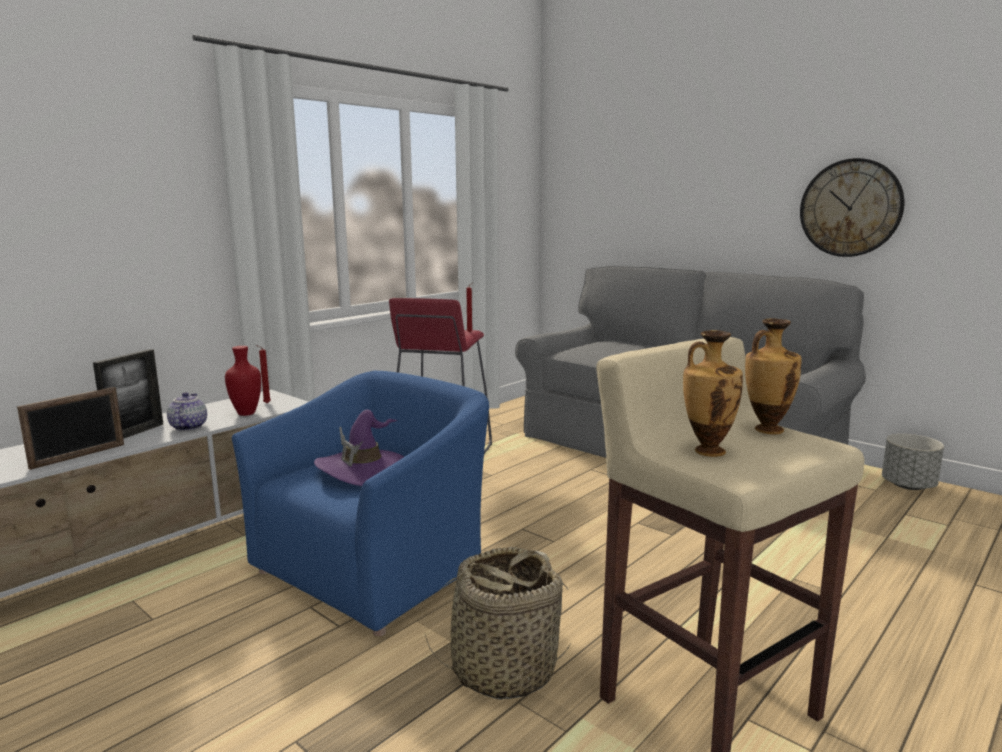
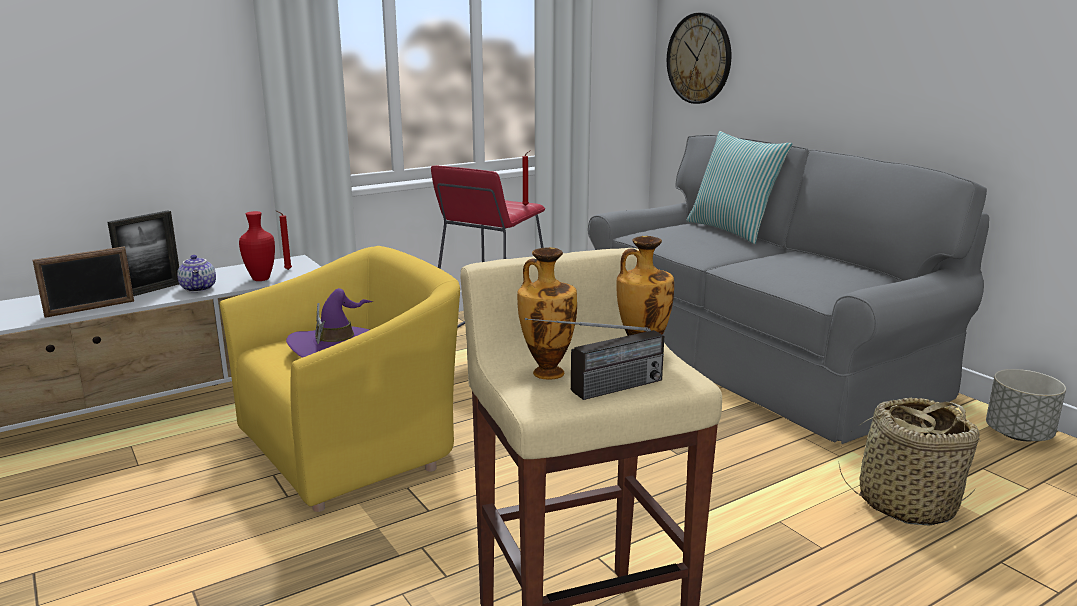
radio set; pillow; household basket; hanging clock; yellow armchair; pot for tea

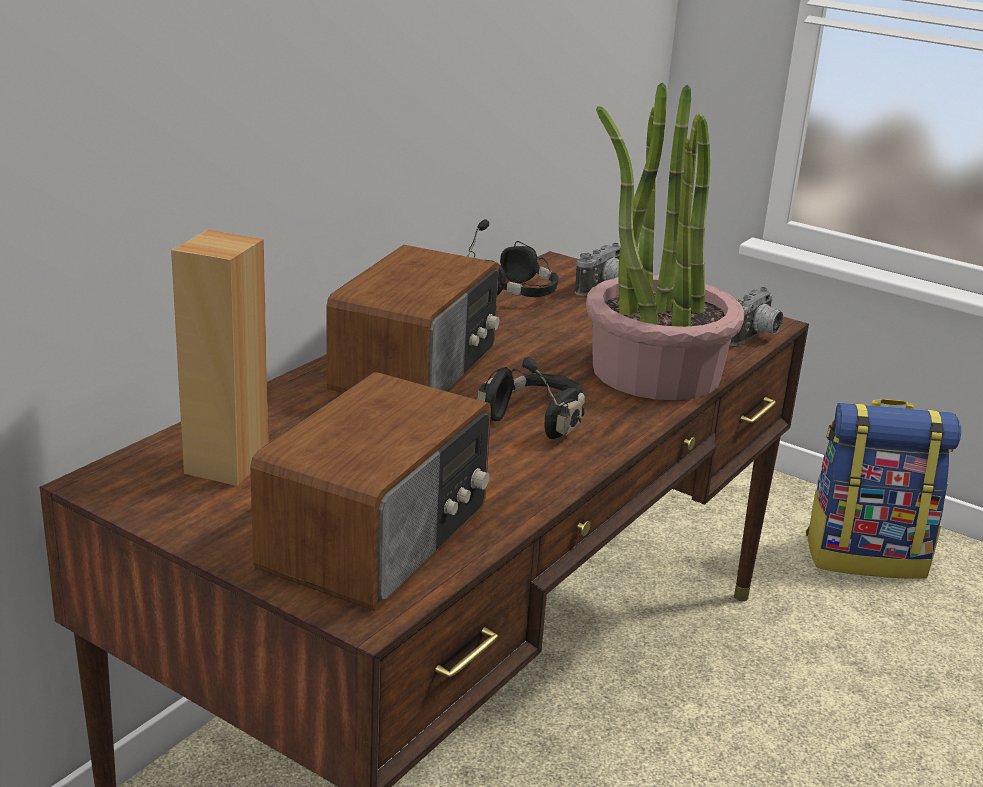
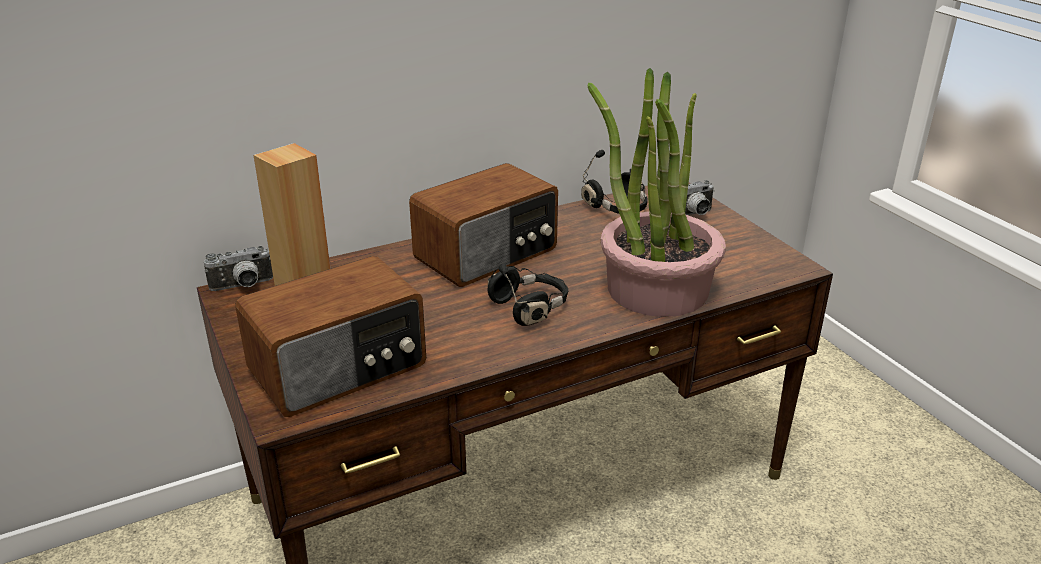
backpack; still camera (1st from left)

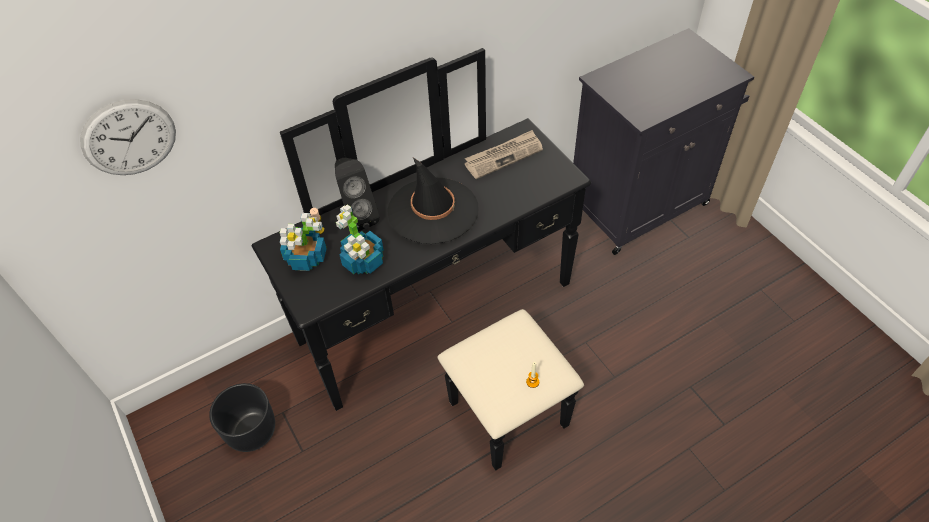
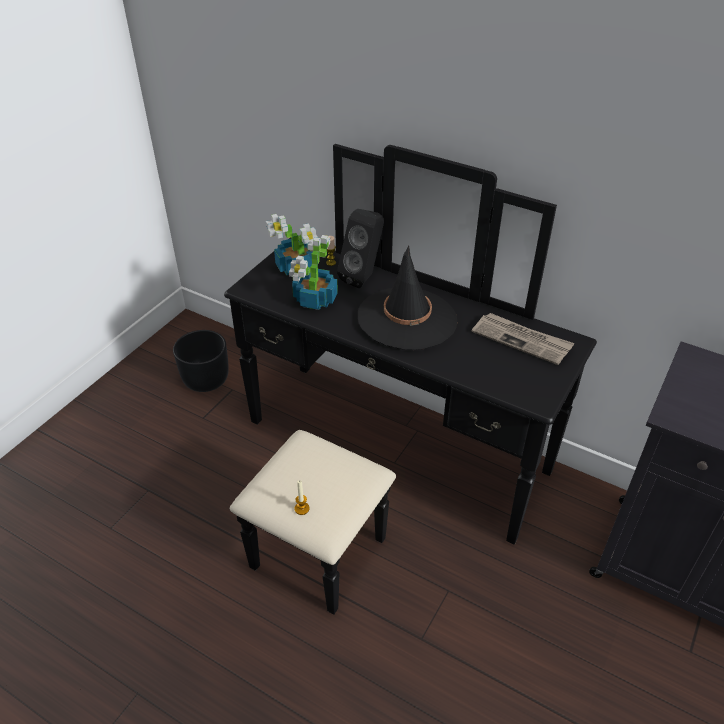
hanging clock

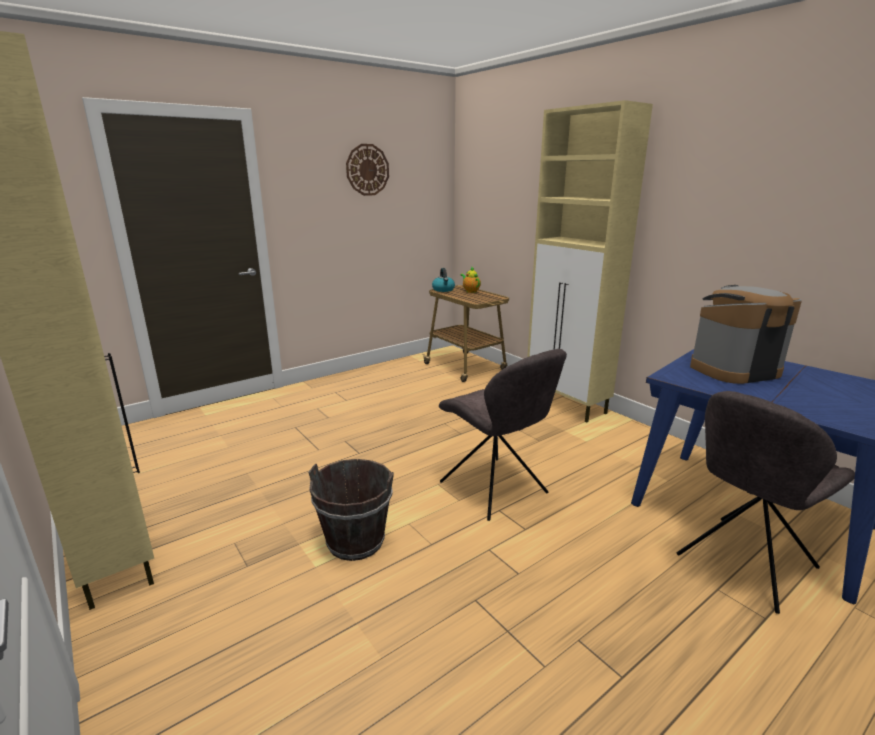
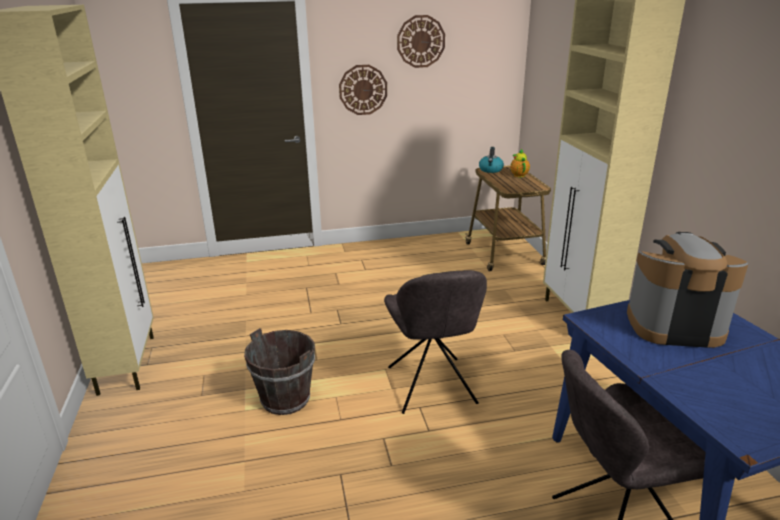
hanging clock (1st from left)

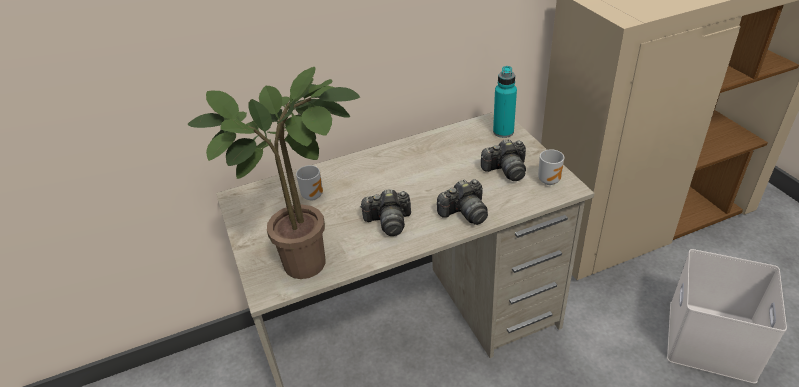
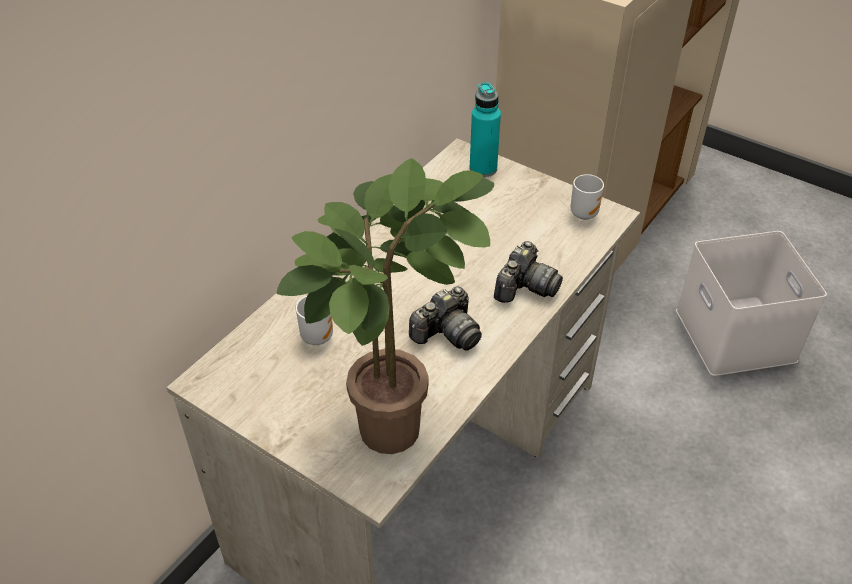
still camera (3rd from left in the first image)

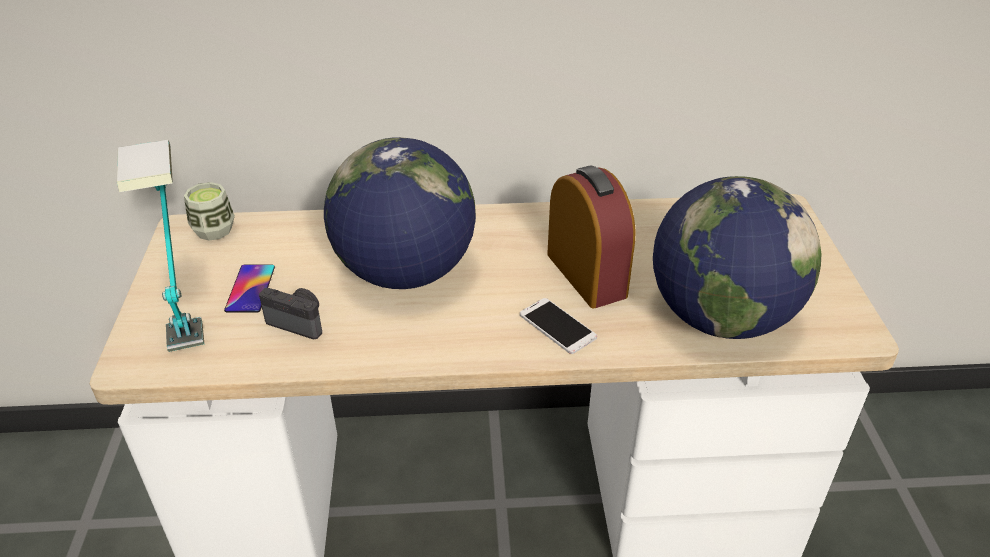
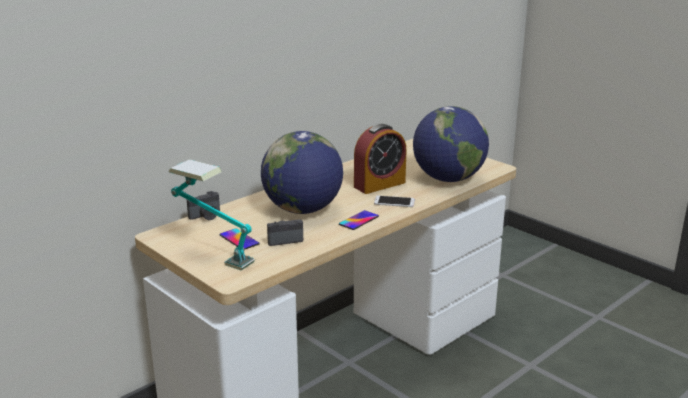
drinking cup; still camera (1st from left); telephone (2nd from left); table clock

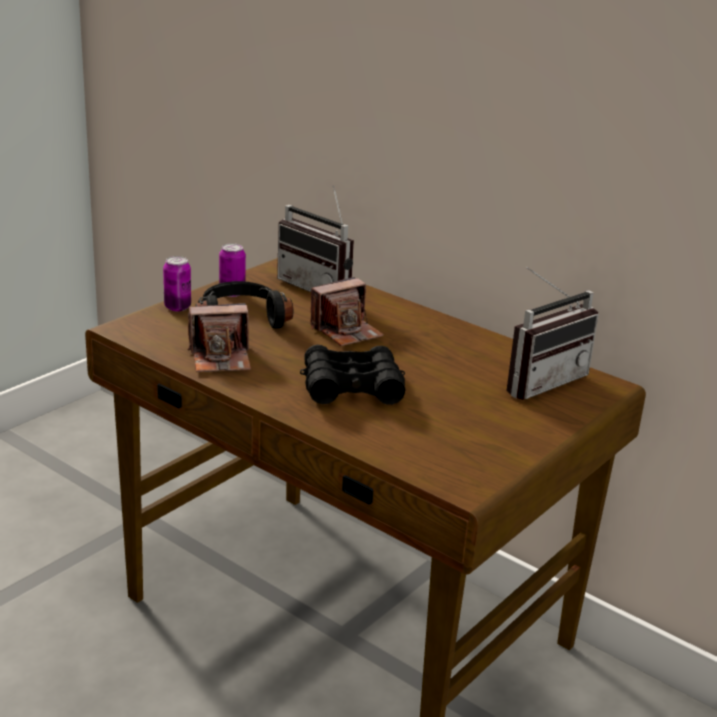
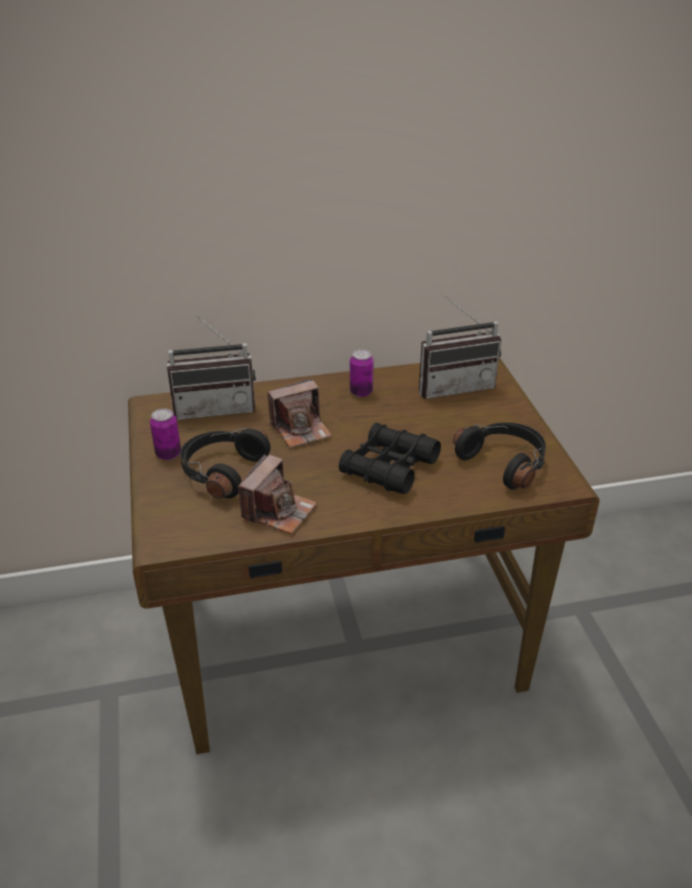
black-coloured pair of headphones (2nd from left); sealed can (2nd from left); still camera (2nd from left); radio set (2nd from left)

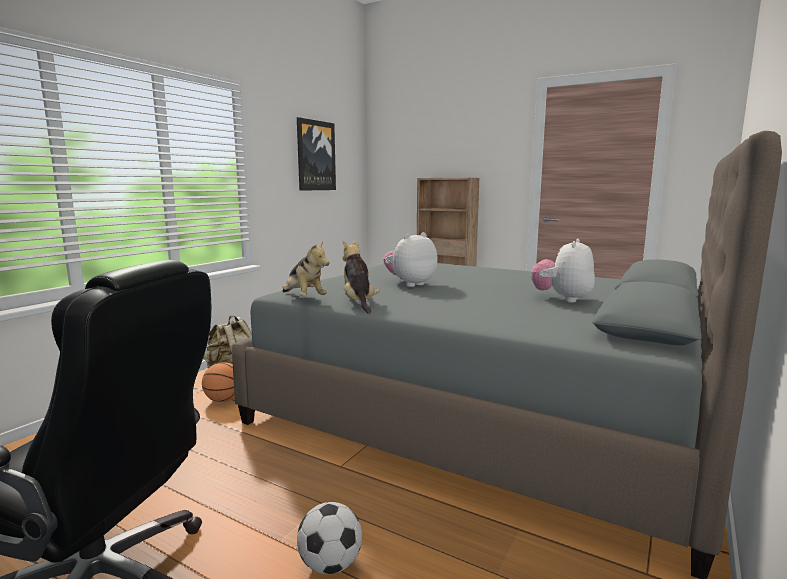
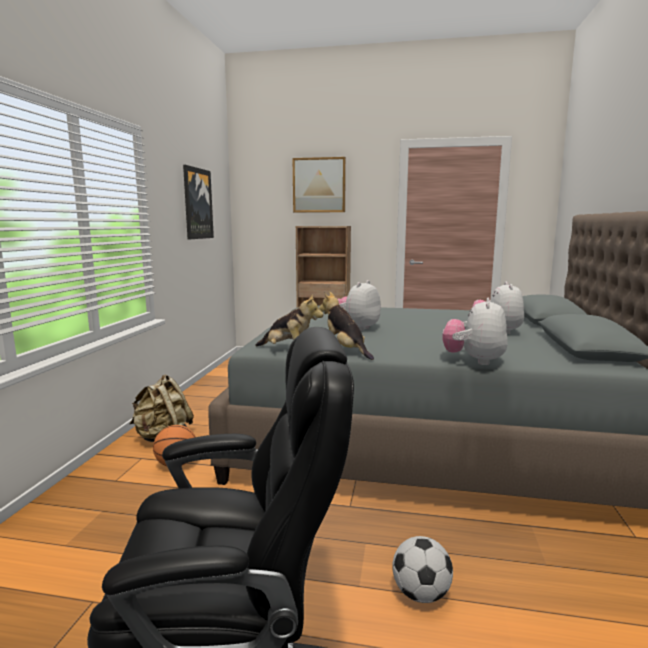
wall picture (2nd from left); cuddly toy (4th from left)

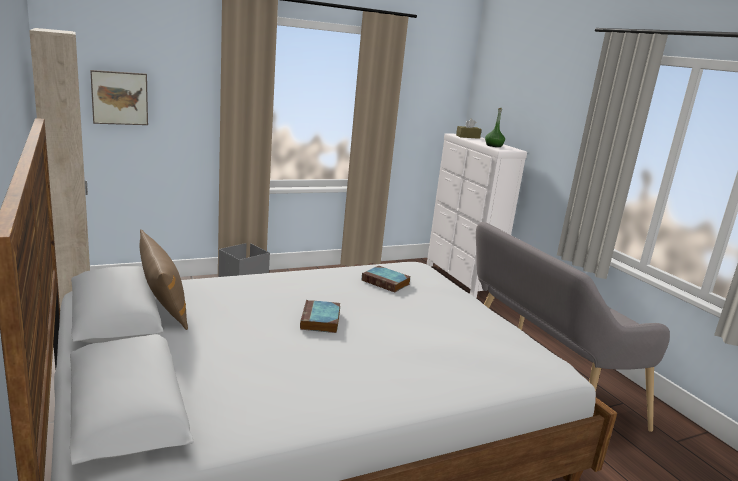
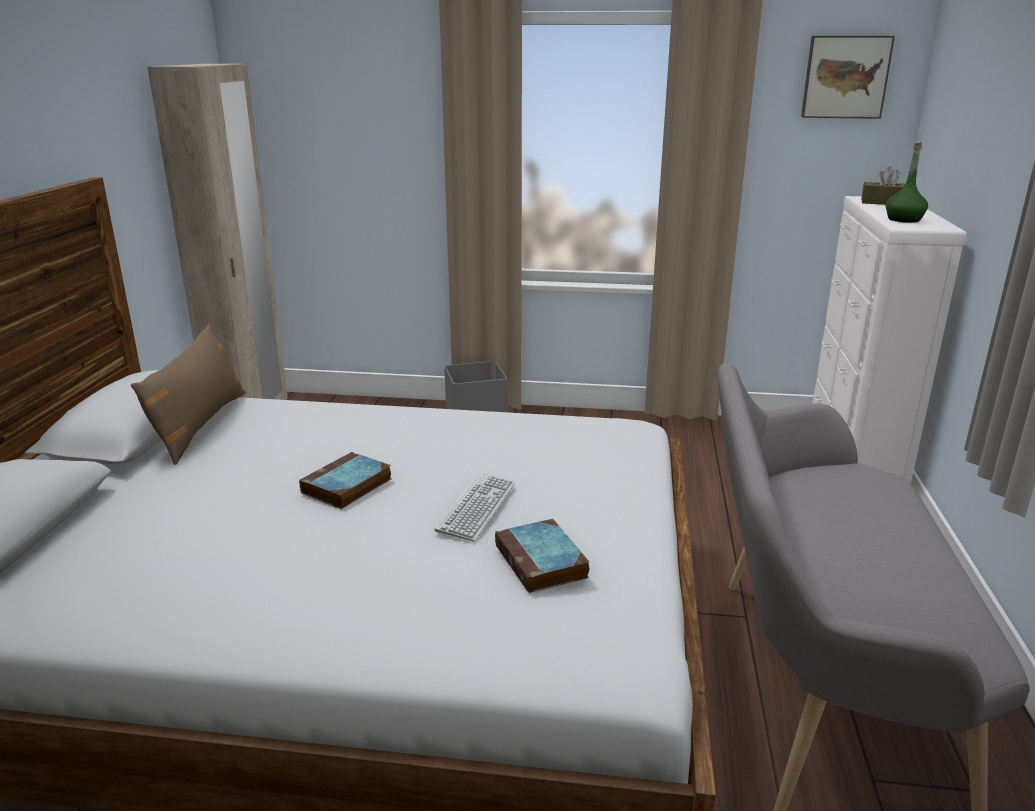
computer keyboard; wall picture; volume (2nd from left)

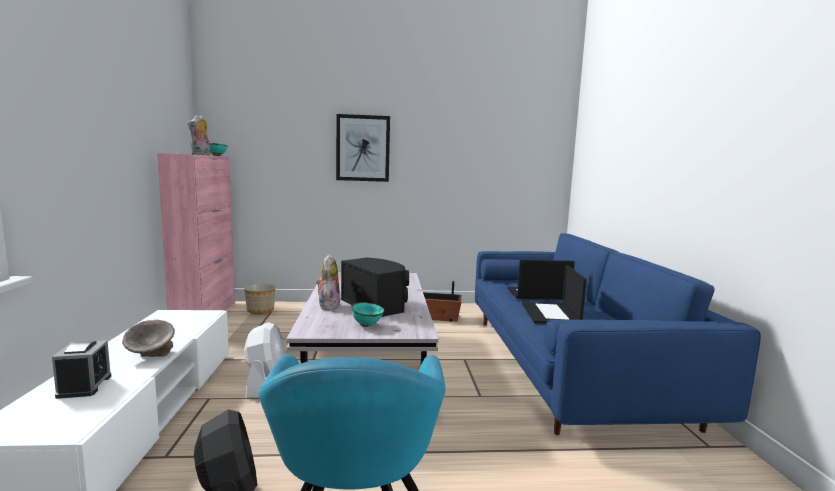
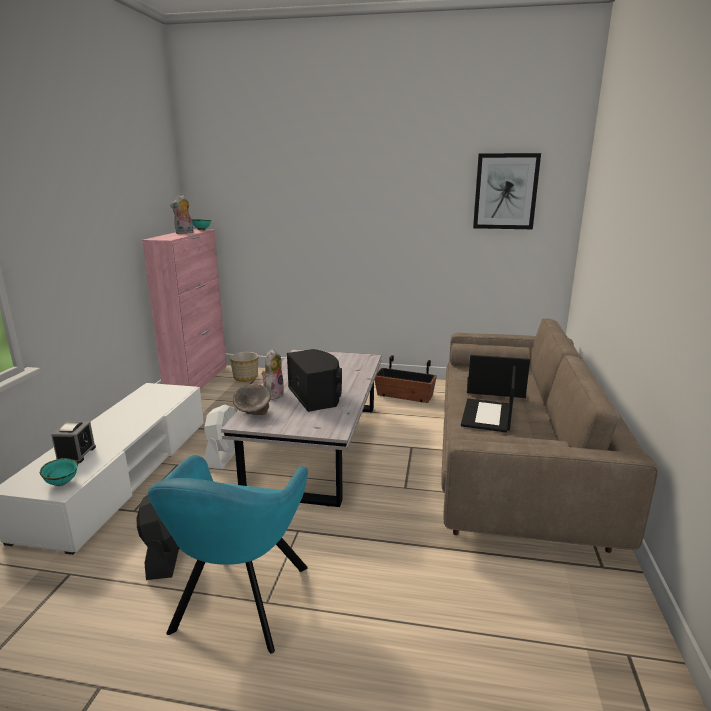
gray bowl; wall picture; turquoise-coloured bowl (1st from left); beige-coloured settee

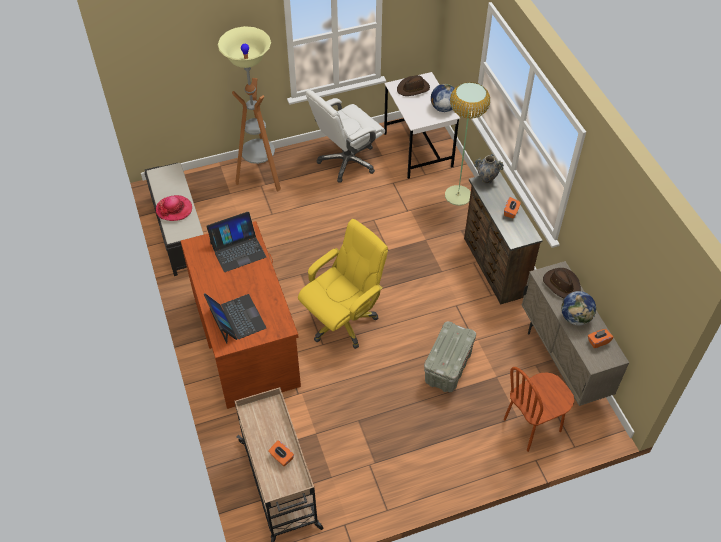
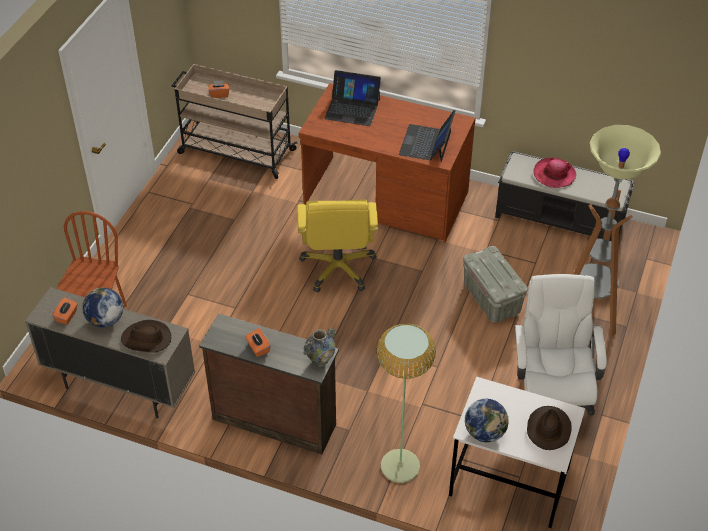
gray storage bin

